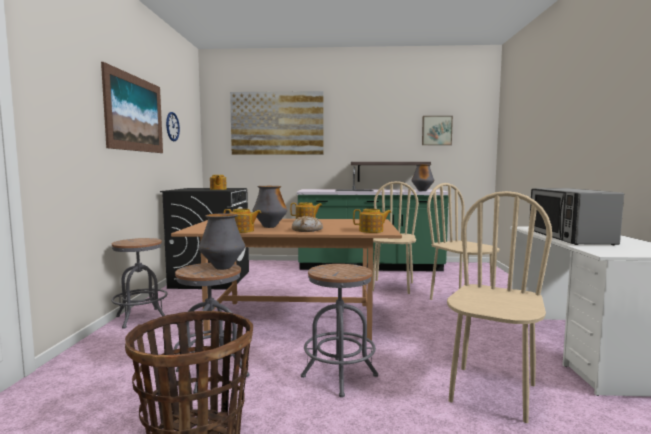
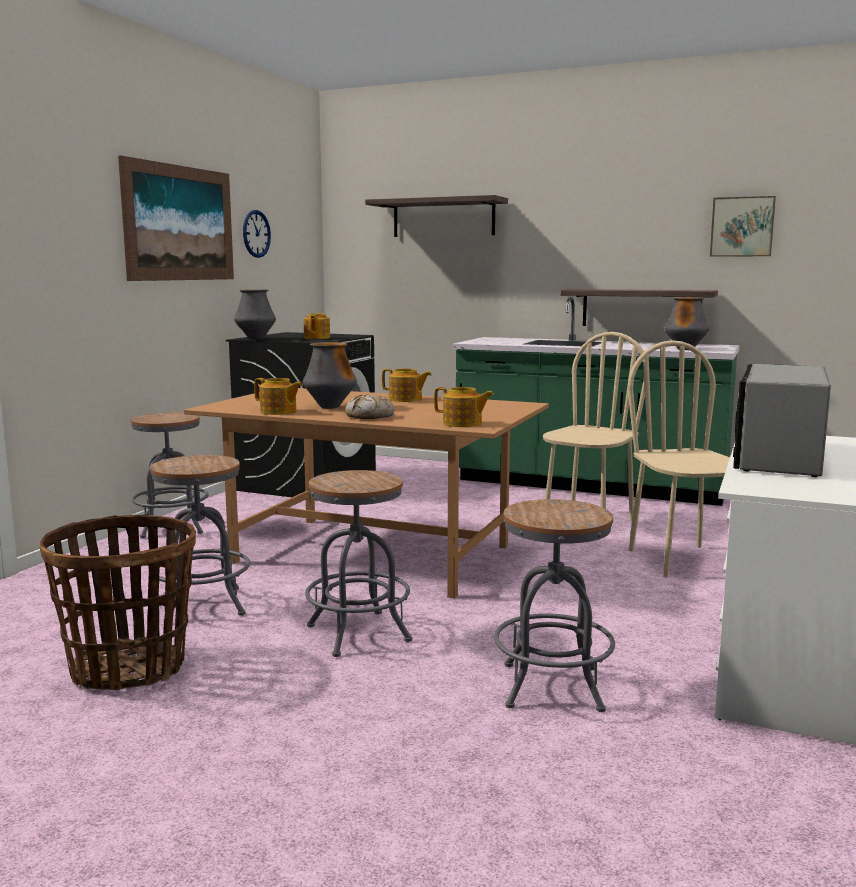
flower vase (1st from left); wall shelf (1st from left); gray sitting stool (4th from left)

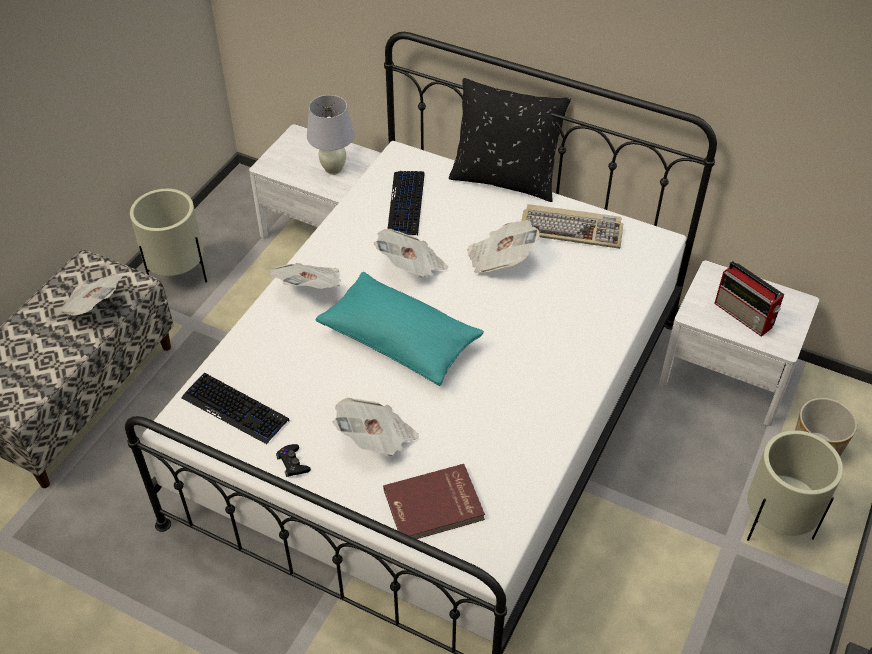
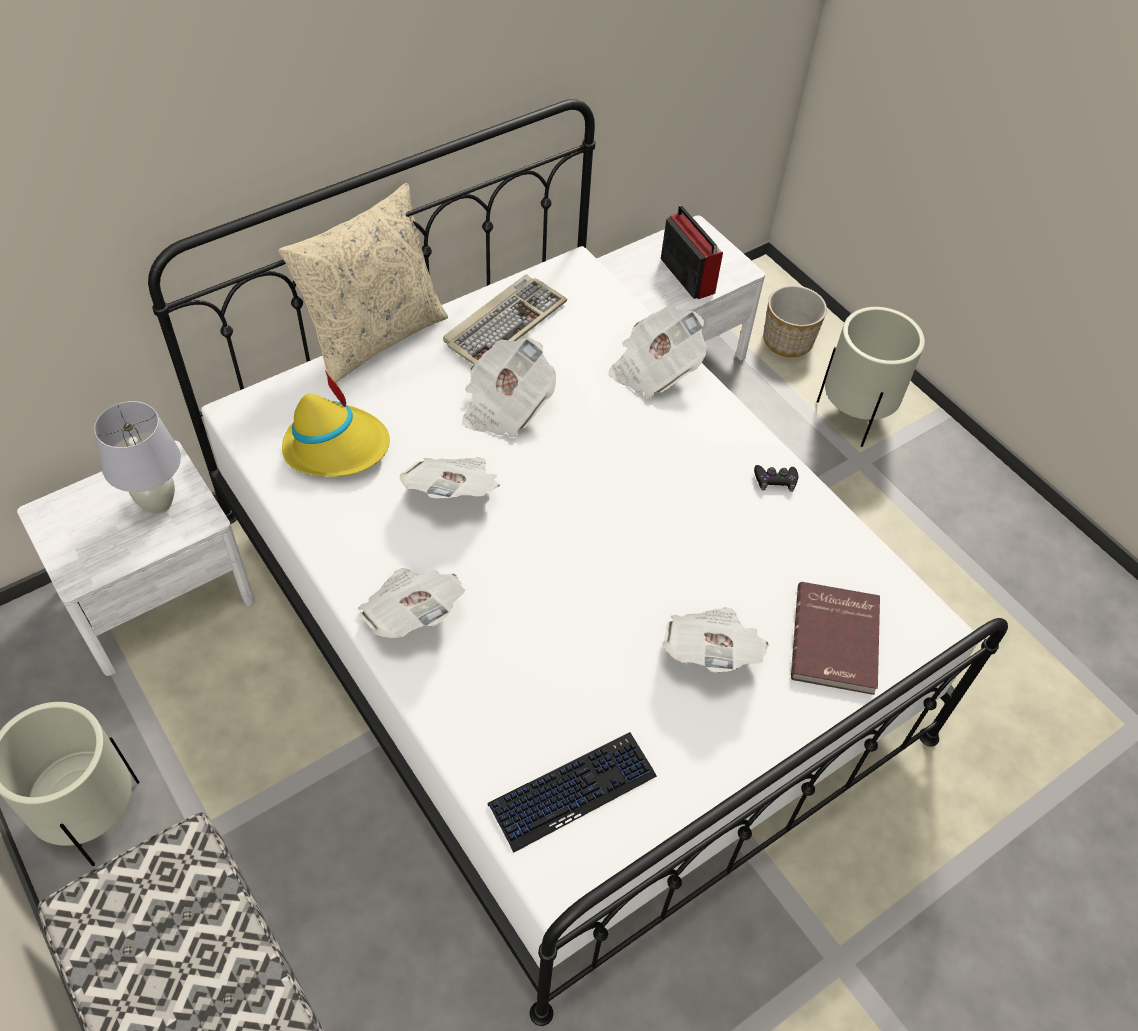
turquoise-coloured pillow; newspaper (4th from left); black-coloured joypad; yellow wearable hat; beige-coloured pillow; radio set

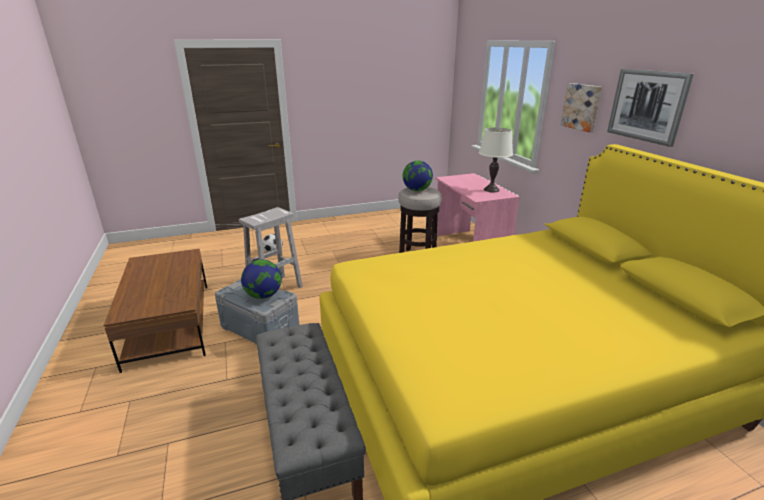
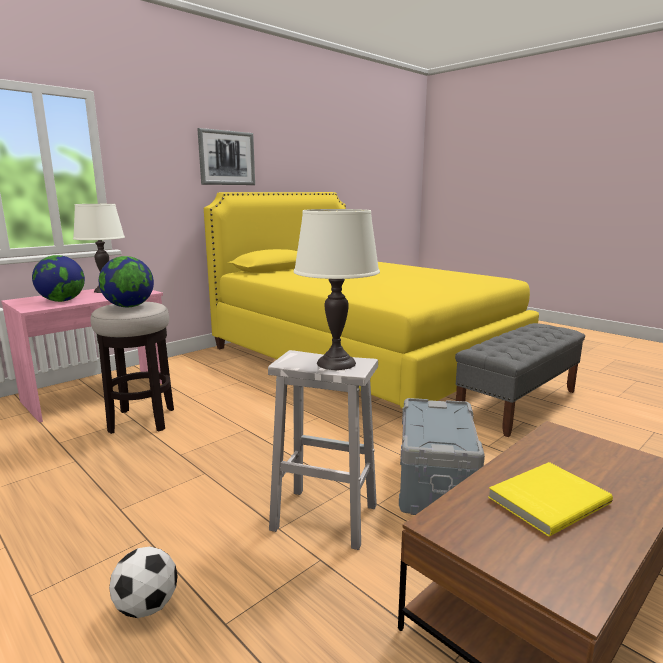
wall picture (1st from left in the first image); white-coloured lamp for a table (2nd from left); yellow volume; desk globe (1st from left)

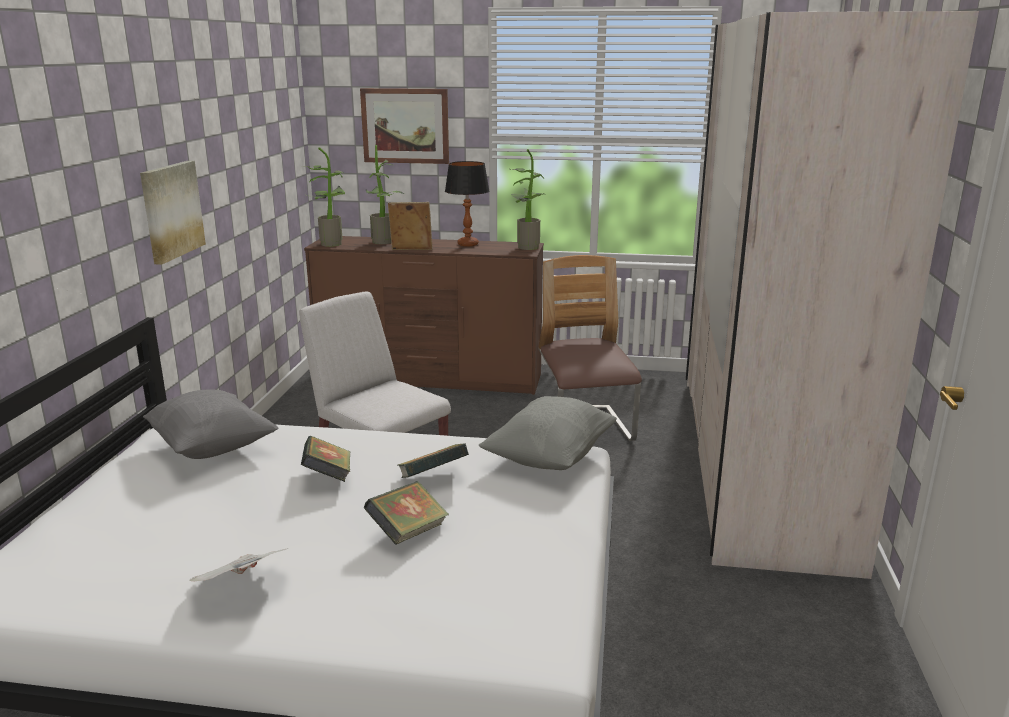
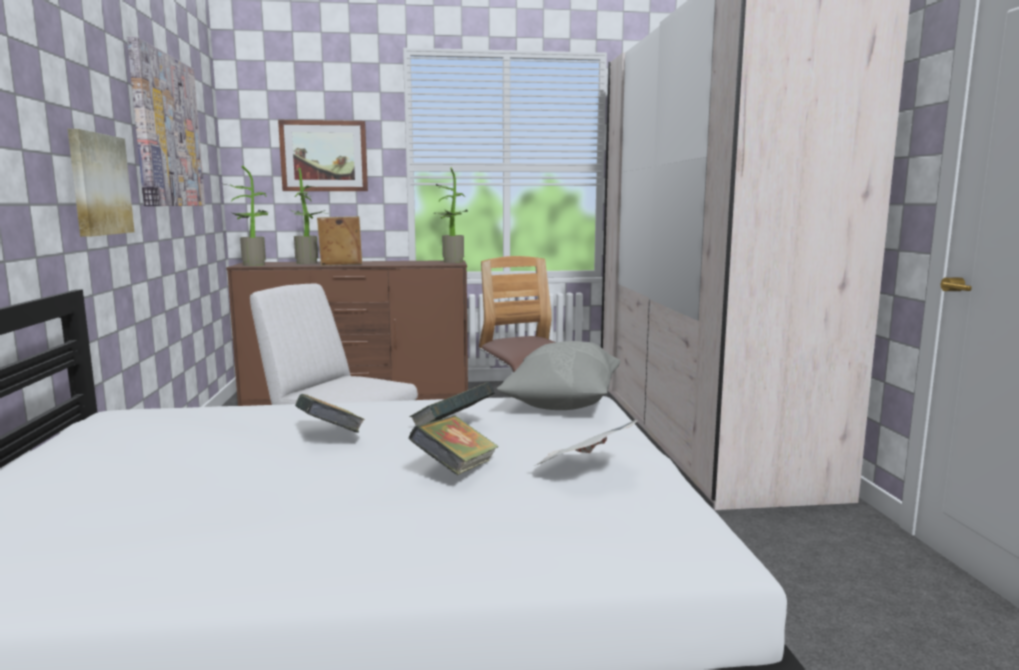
gray pillow (1st from left in the first image); lamp for a table; wall picture (2nd from left); newspaper

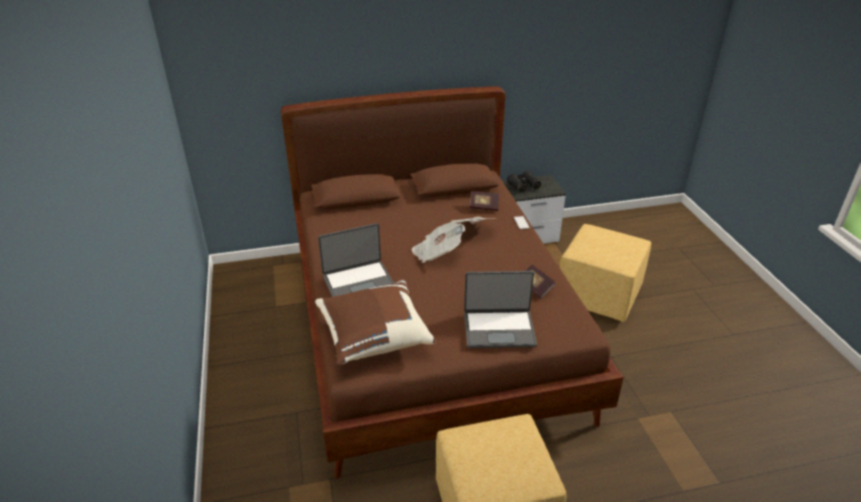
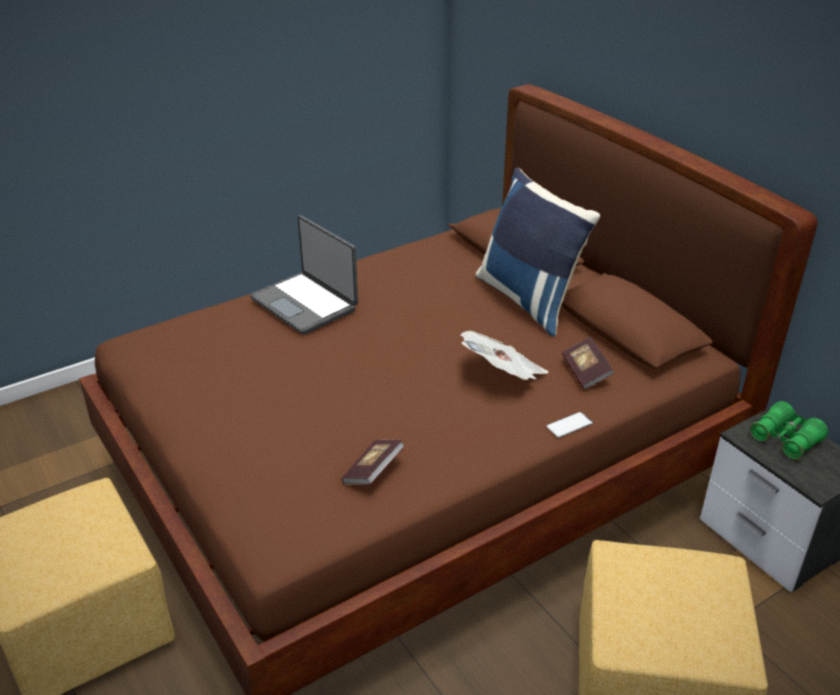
brownish pillow; newspaper (1st from left in the first image); portable computer (2nd from left in the first image); blue pillow; green binoculars

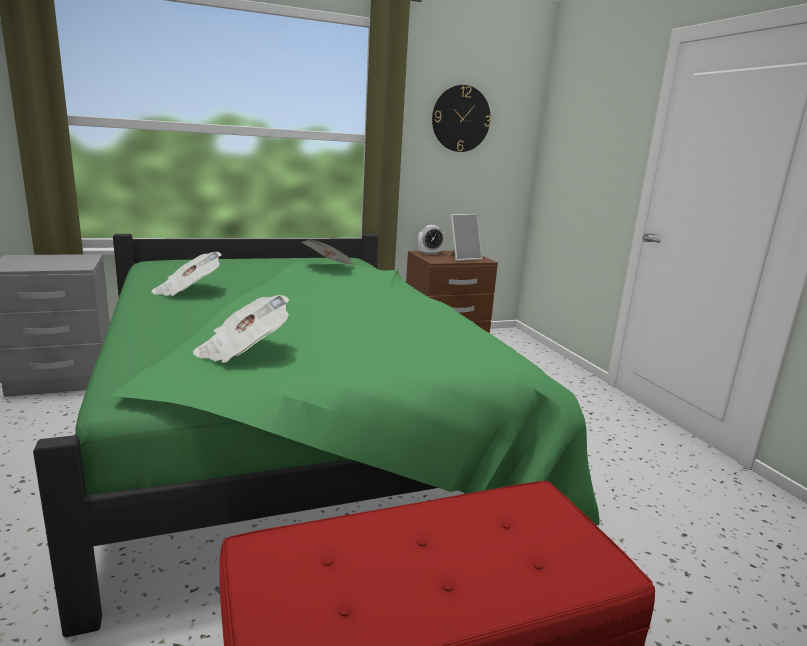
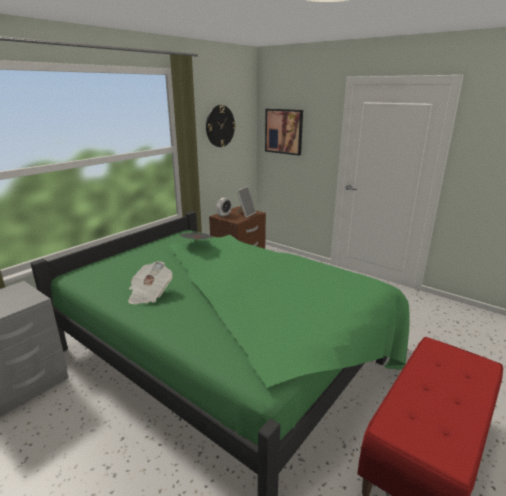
newspaper (2nd from left in the first image); wall picture

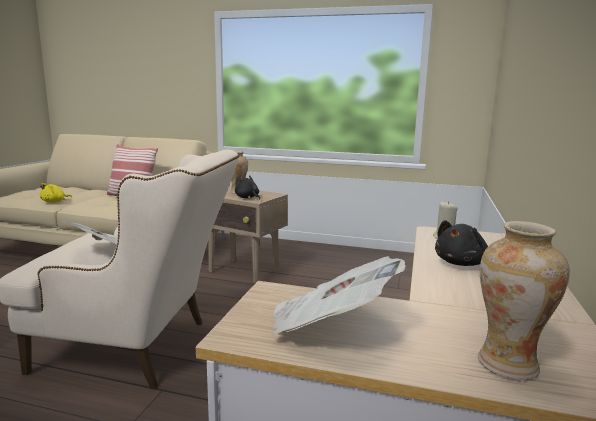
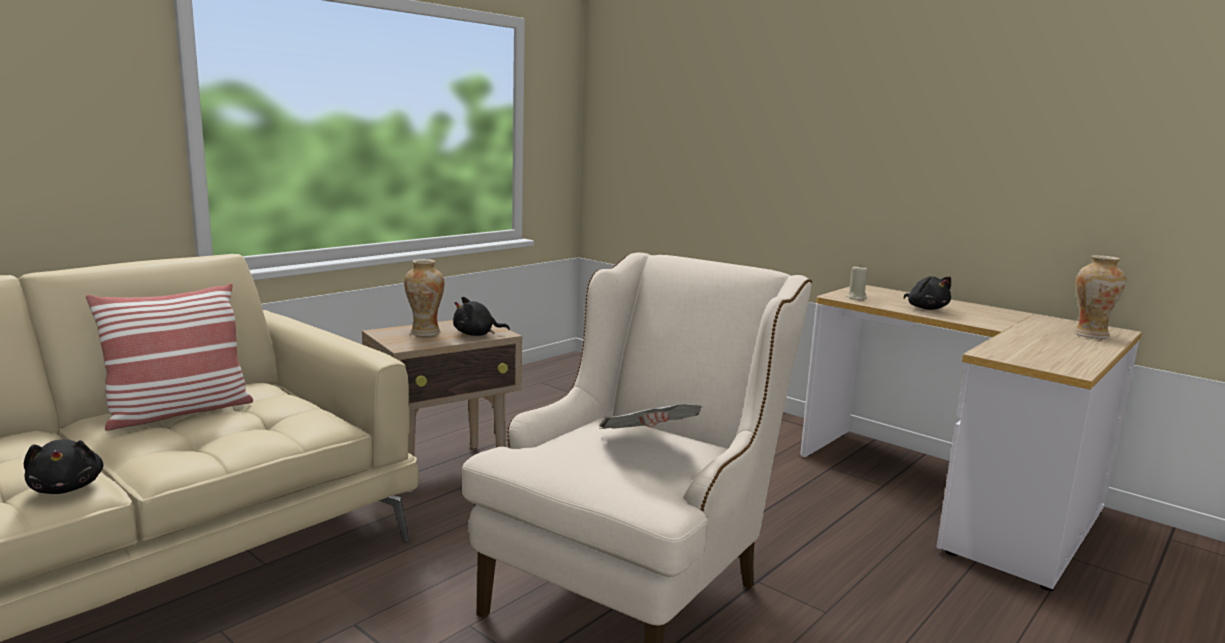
newspaper (2nd from left in the first image); black-coloured cuddly toy (1st from left)

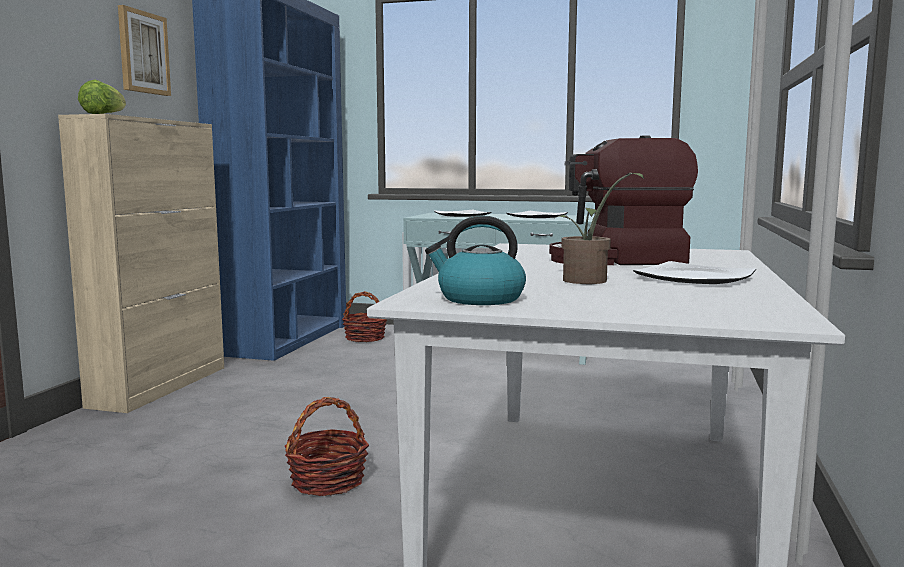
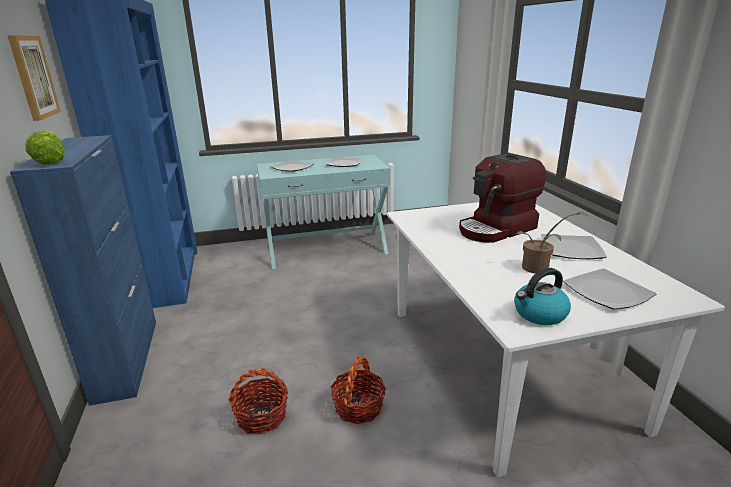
plate (4th from left); household basket (1st from left); blue cupboard

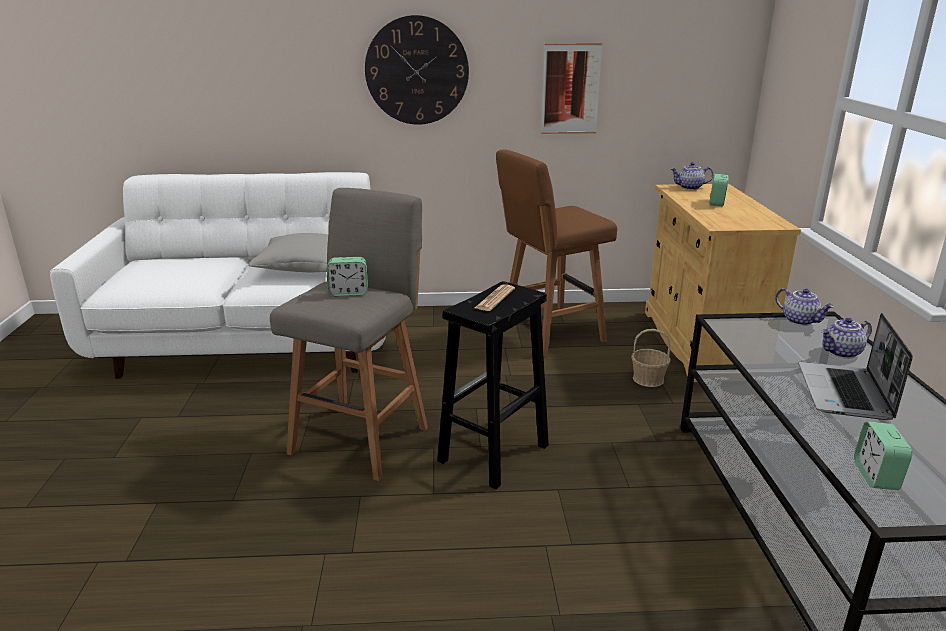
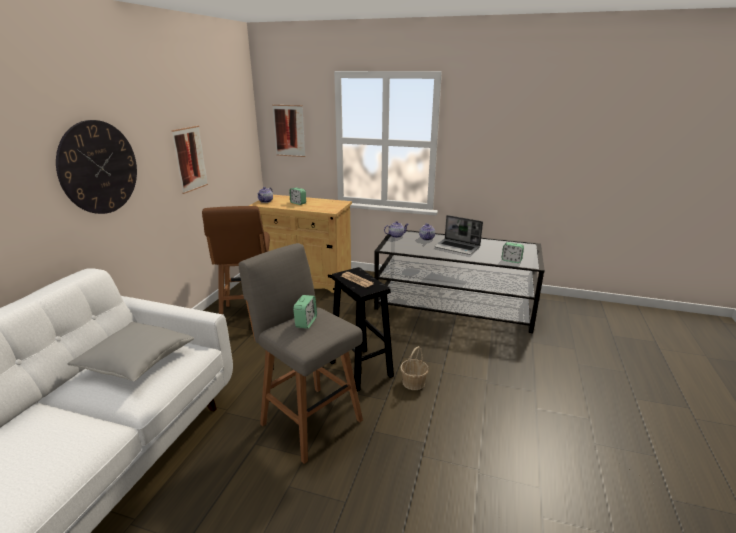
wall picture (2nd from left); household basket

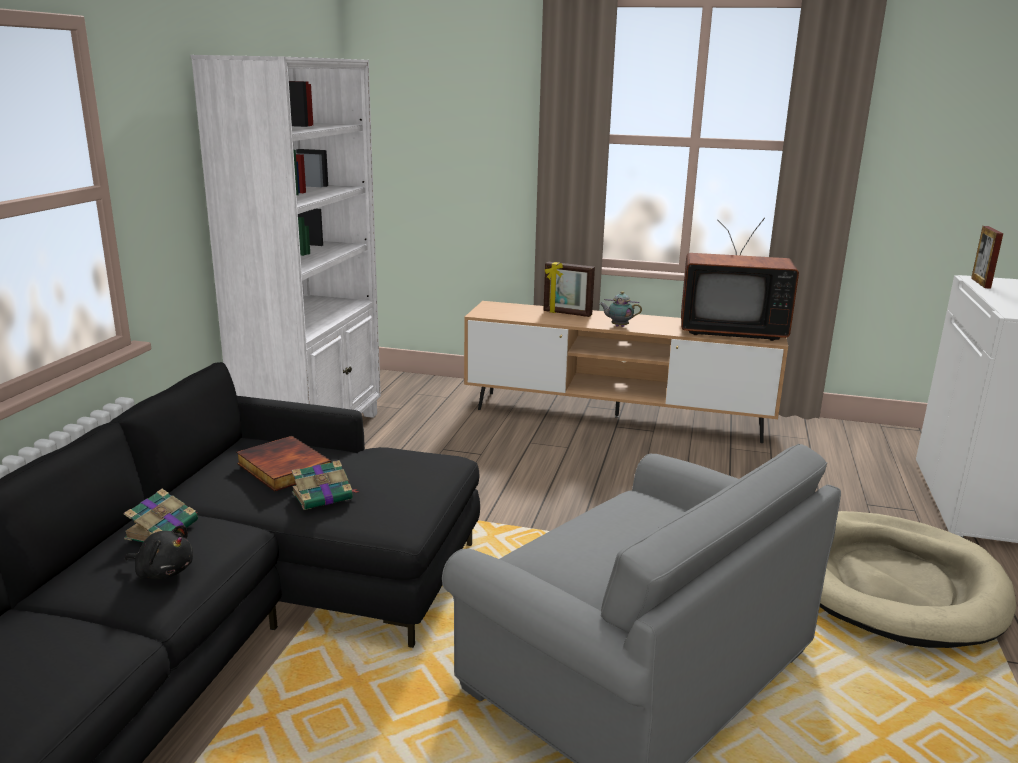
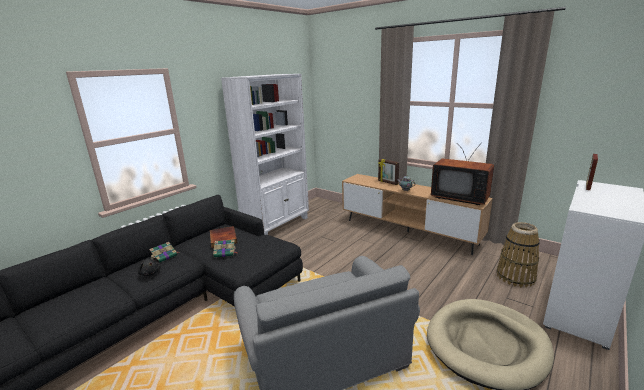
household basket

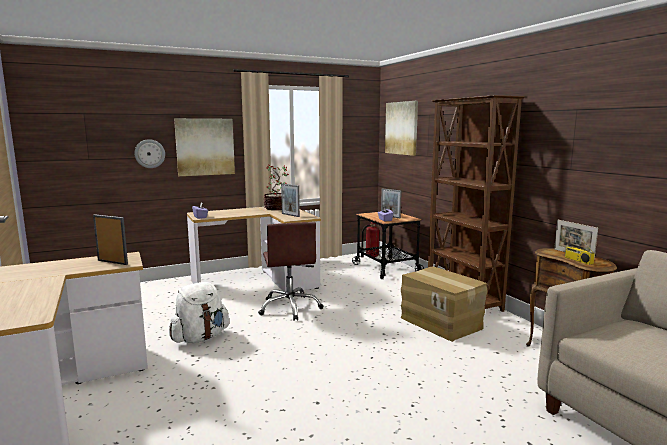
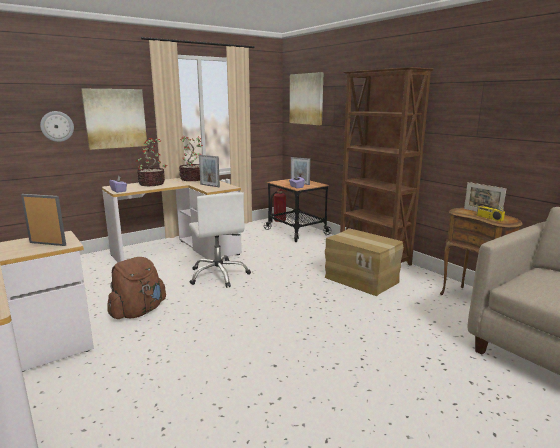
plant in a pot (1st from left); brownish backpack; white-coloured office chair

